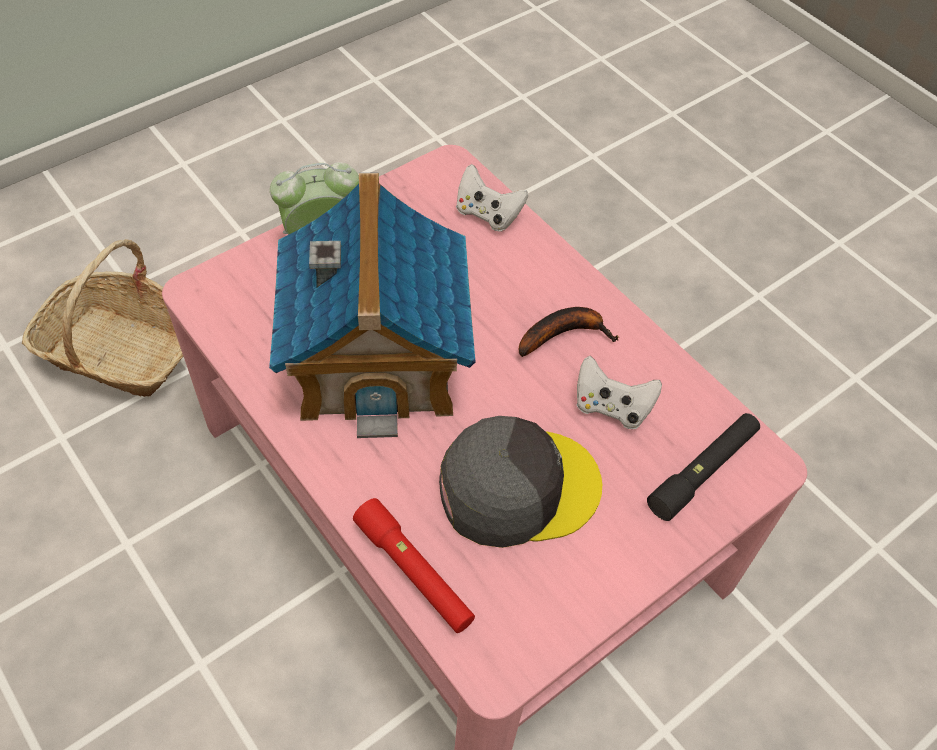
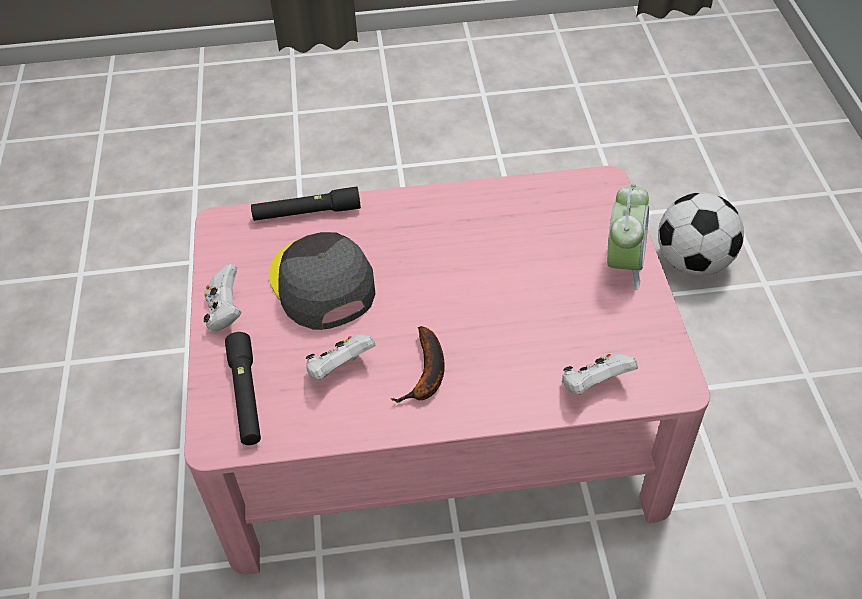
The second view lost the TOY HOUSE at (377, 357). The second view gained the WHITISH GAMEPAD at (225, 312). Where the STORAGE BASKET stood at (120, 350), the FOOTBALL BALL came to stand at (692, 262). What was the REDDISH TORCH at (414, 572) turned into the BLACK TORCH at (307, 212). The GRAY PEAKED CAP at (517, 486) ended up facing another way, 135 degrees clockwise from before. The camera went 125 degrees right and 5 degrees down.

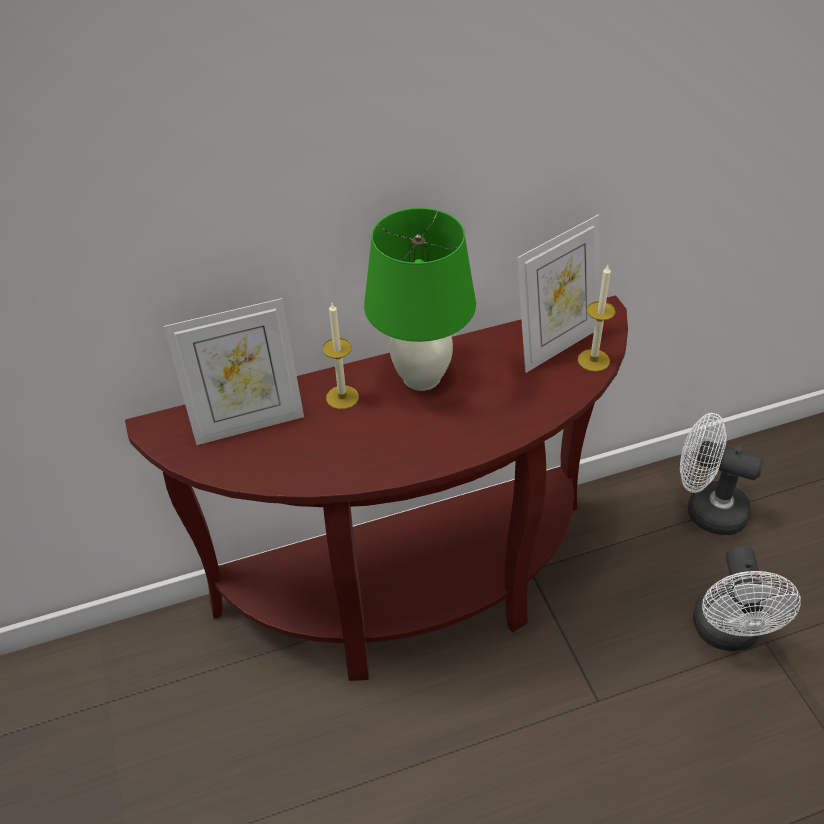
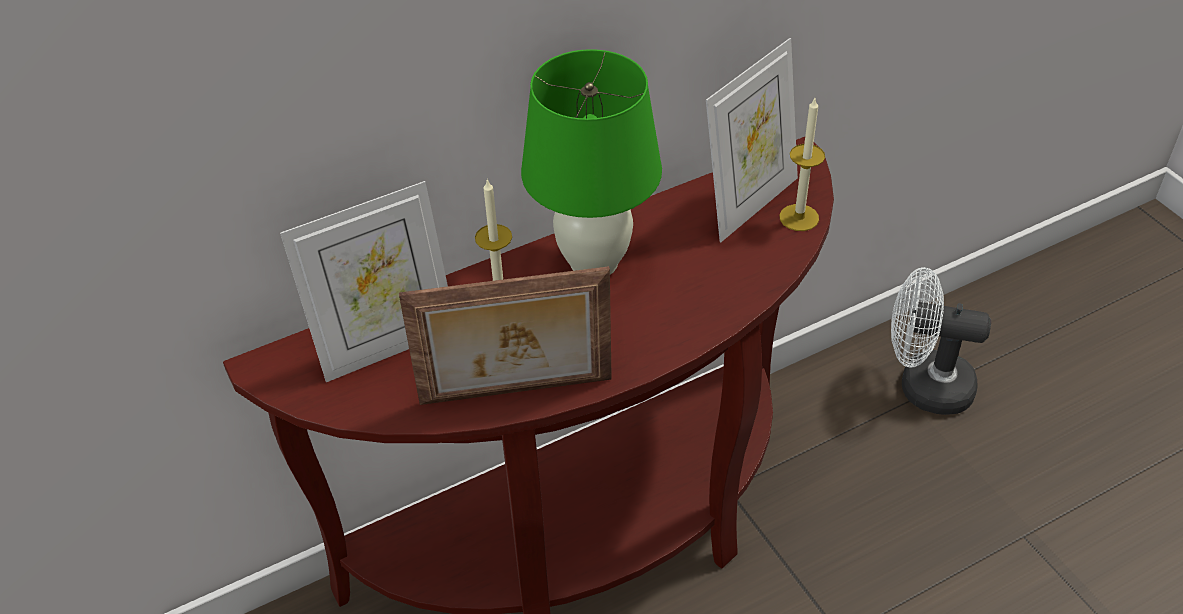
The second view lost the WHITISH ELECTRIC FAN at (728, 634). The second view gained the STANDING FRAME at (516, 393). The camera went 10 degrees left and 0 degrees up.

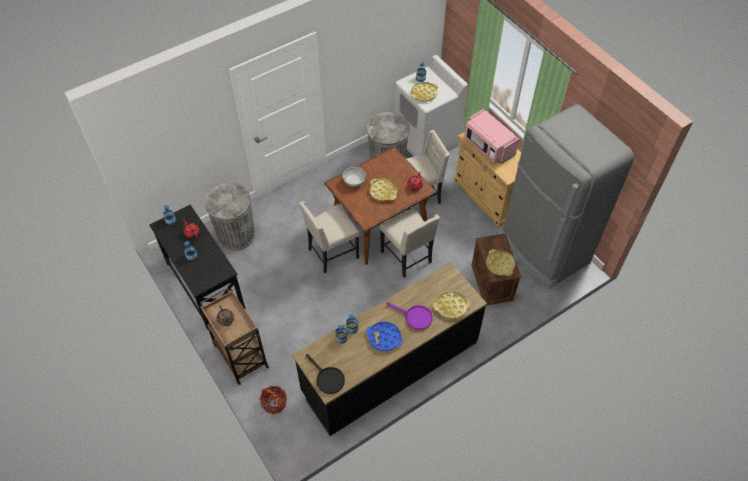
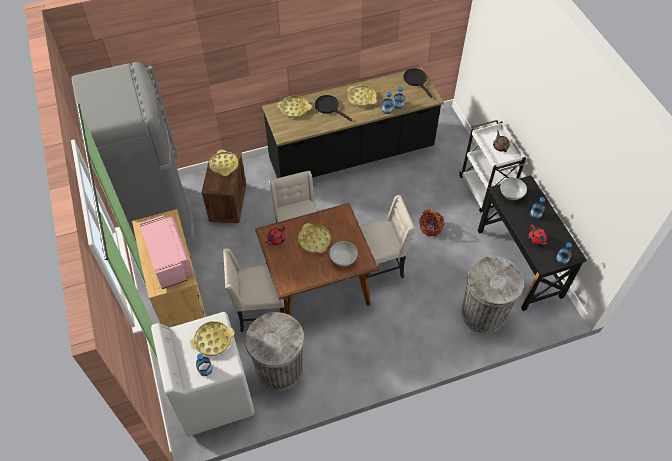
The second view gained the WHITISH DEEP DISH at (511, 194). The STORAGE BASKET ended up elsewhere, having gone from (274, 403) to (430, 228). What was the BROWN TROLLEY at (240, 354) turned into the WHITISH TROLLEY at (484, 191). What was the BLUE TRAY at (384, 338) turned into the YELLOW TRAY at (361, 98). What was the PURPLE-COLOURED FRYING PAN at (414, 317) turned into the BLACK FRYING PAN at (329, 107). The camera went 165 degrees left and 0 degrees up.

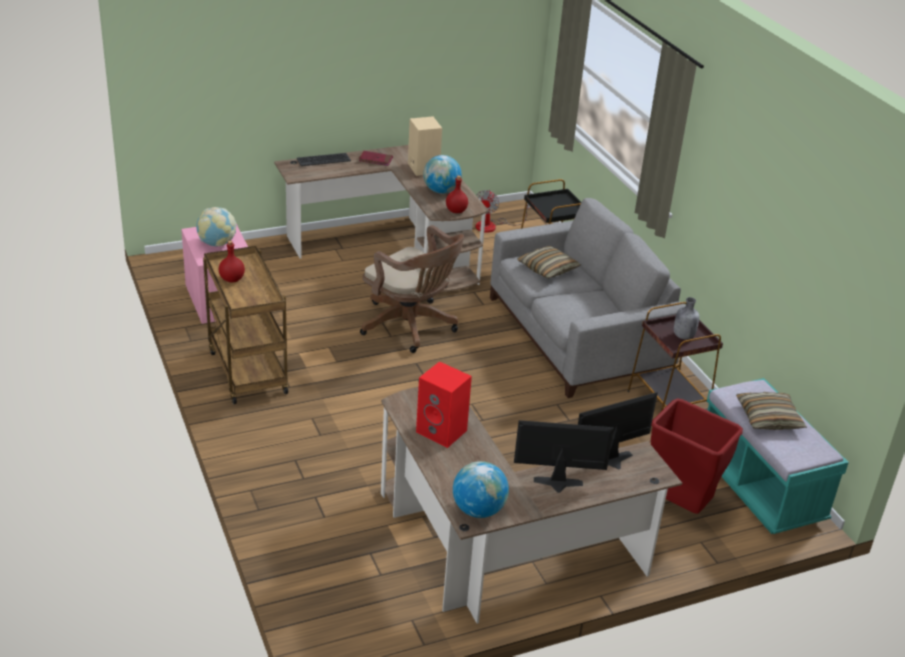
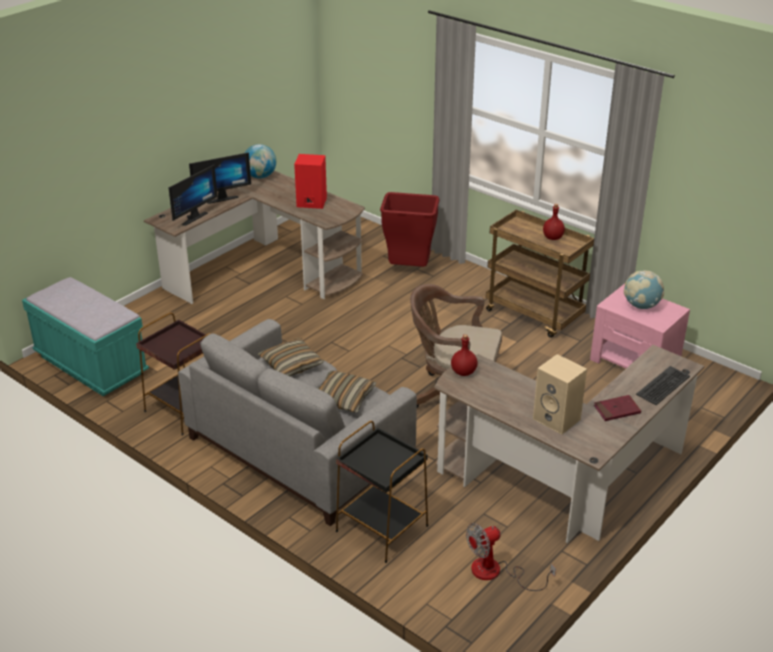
The second view lost the DESK GLOBE at (441, 191). The second view lost the GRAY BOTTLE at (683, 336). The REDDISH TRASH CAN ended up elsewhere, having gone from (677, 507) to (409, 269). The THROW PILLOW ended up elsewhere, having gone from (768, 418) to (291, 365). The ELECTRIC FAN at (492, 226) ended up facing another way, 105 degrees counterclockwise from before. The camera went 155 degrees right and 0 degrees up.

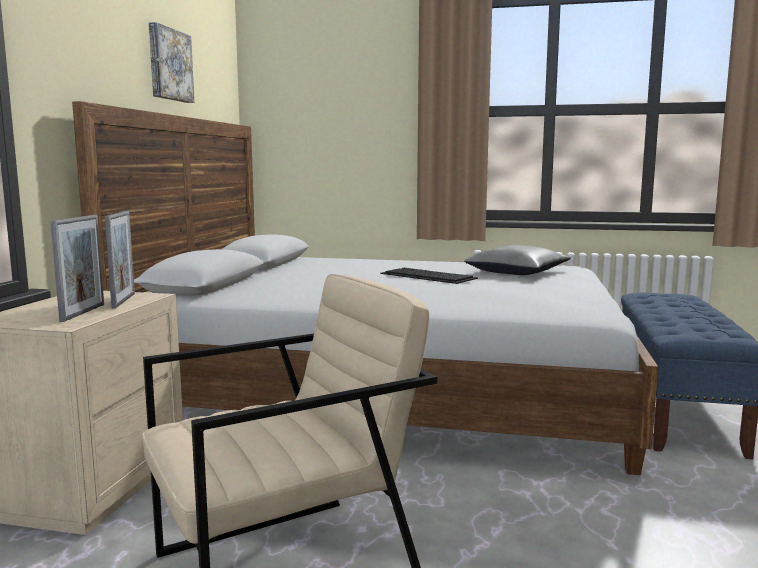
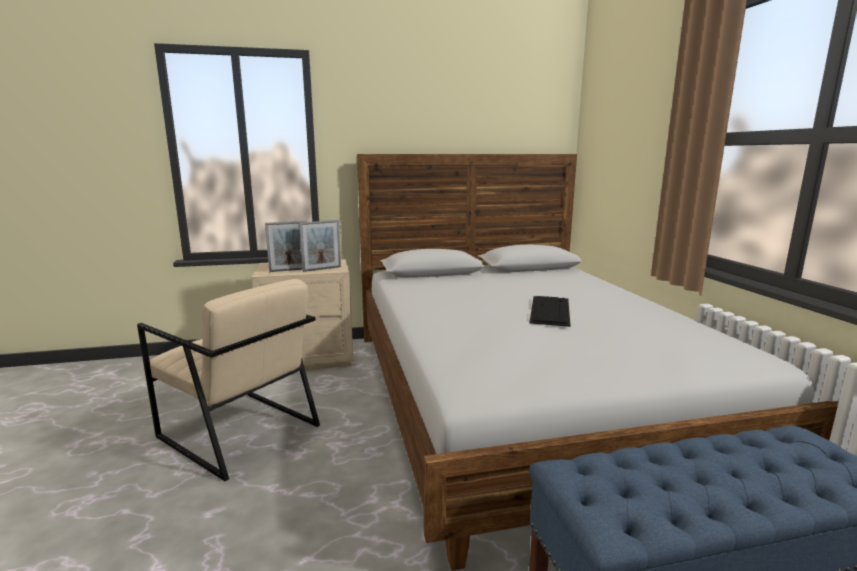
The second view lost the WALL PICTURE at (169, 65). The second view lost the GRAY THROW PILLOW at (517, 272). The camera went 65 degrees right and 5 degrees up.

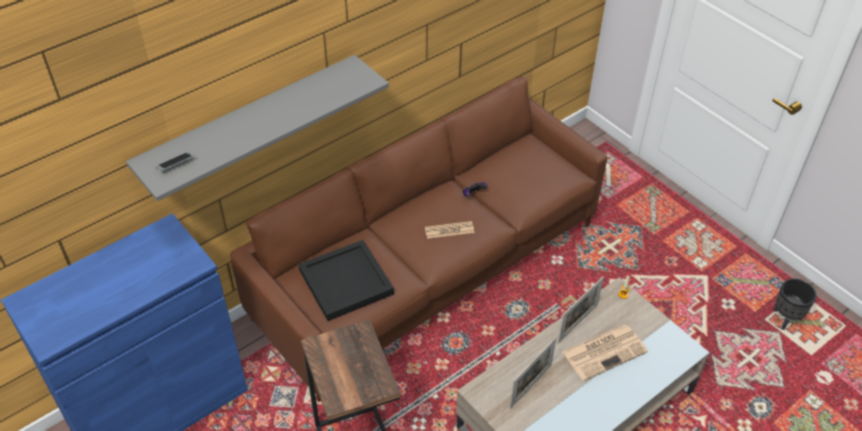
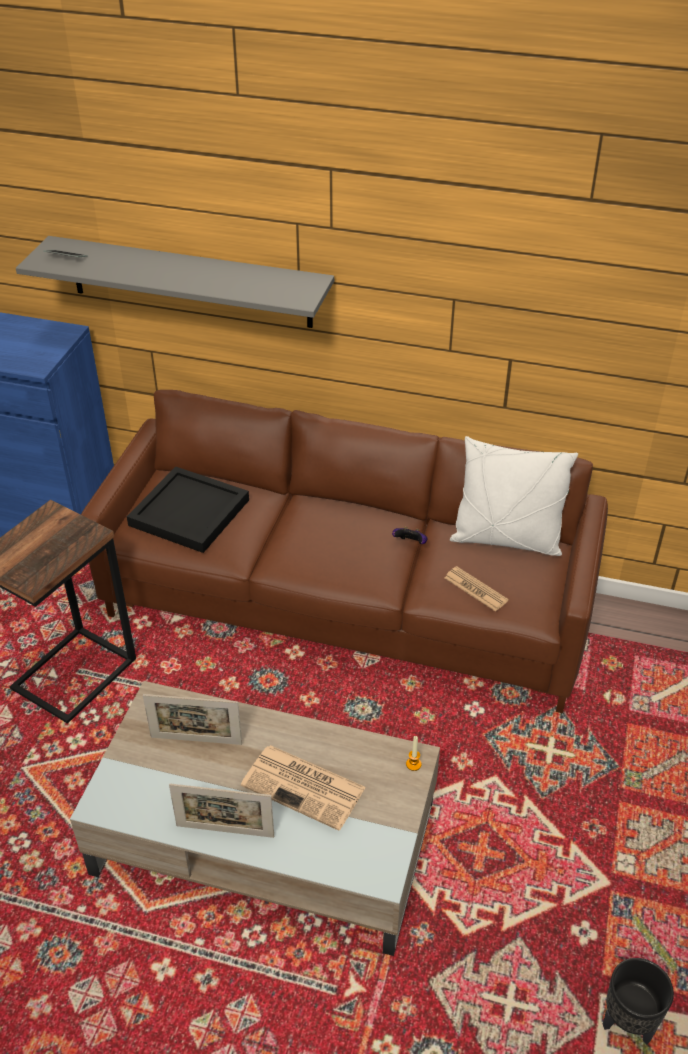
The second view gained the WHITISH THROW PILLOW at (506, 540). The NEWSPAPER ended up elsewhere, having gone from (449, 230) to (475, 589). The STANDING FRAME ended up elsewhere, having gone from (577, 323) to (225, 831). The camera went 55 degrees right and 5 degrees down.

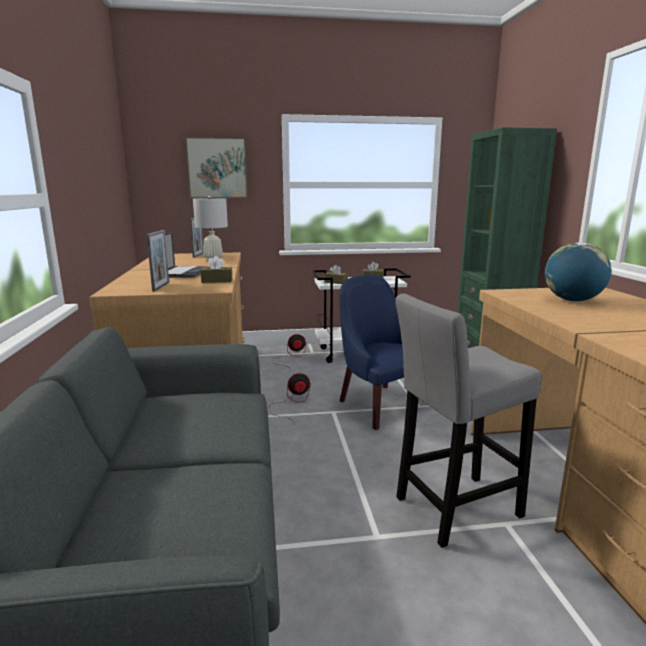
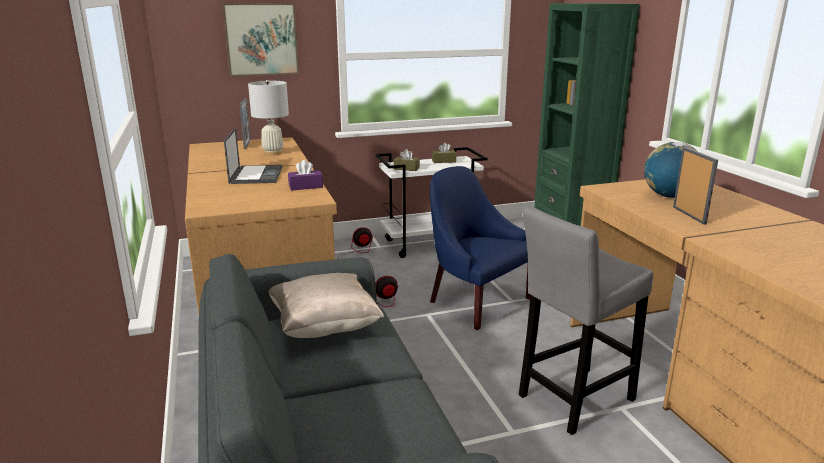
The second view gained the BEIGE THROW PILLOW at (324, 327). The STANDING FRAME ended up elsewhere, having gone from (161, 286) to (689, 215). What was the BROWN TISSUE BOX at (217, 281) turned into the PURPLE-COLOURED TISSUE BOX at (305, 186). The camera went 10 degrees left and 5 degrees up.

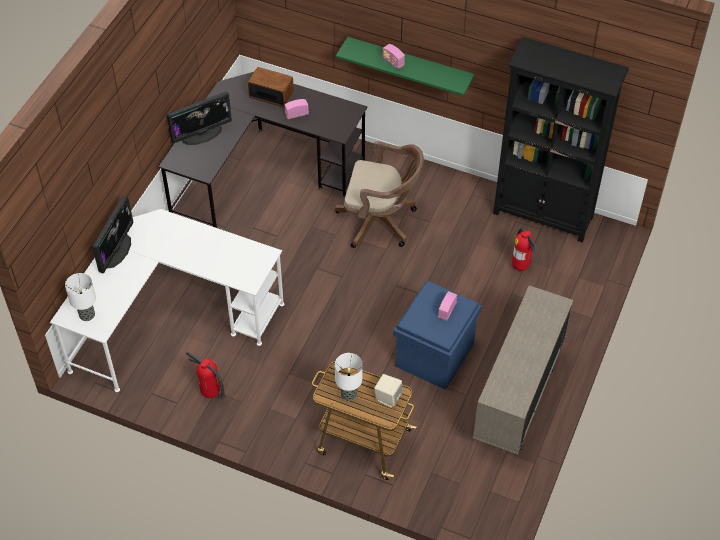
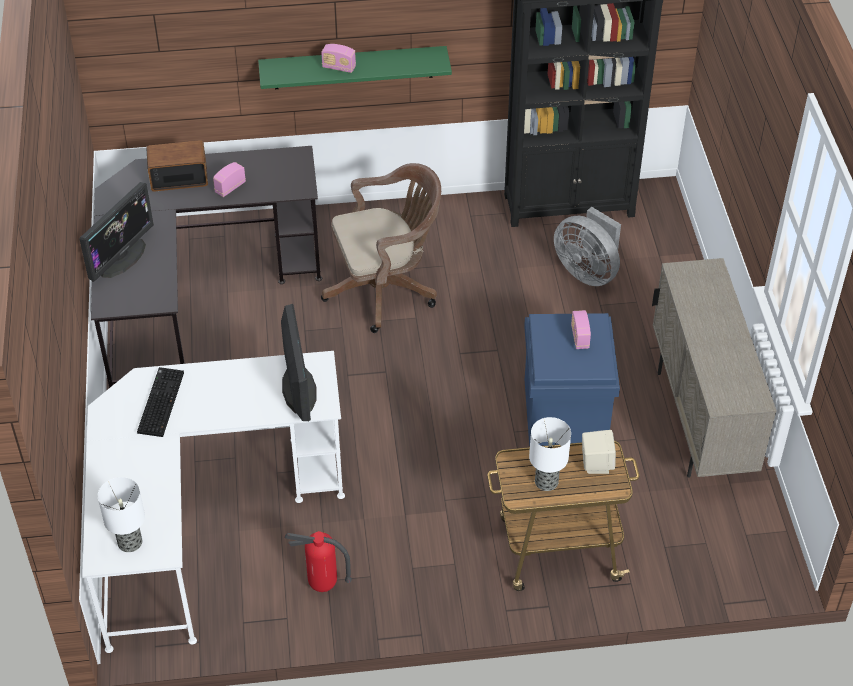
The second view gained the PC KEYBOARD at (160, 402). The MONITOR ended up elsewhere, having gone from (116, 250) to (298, 389). Where the EXTINGUISHER stood at (520, 267), the GRAY ELECTRIC FAN came to stand at (587, 271). The camera went 30 degrees left and 5 degrees down.

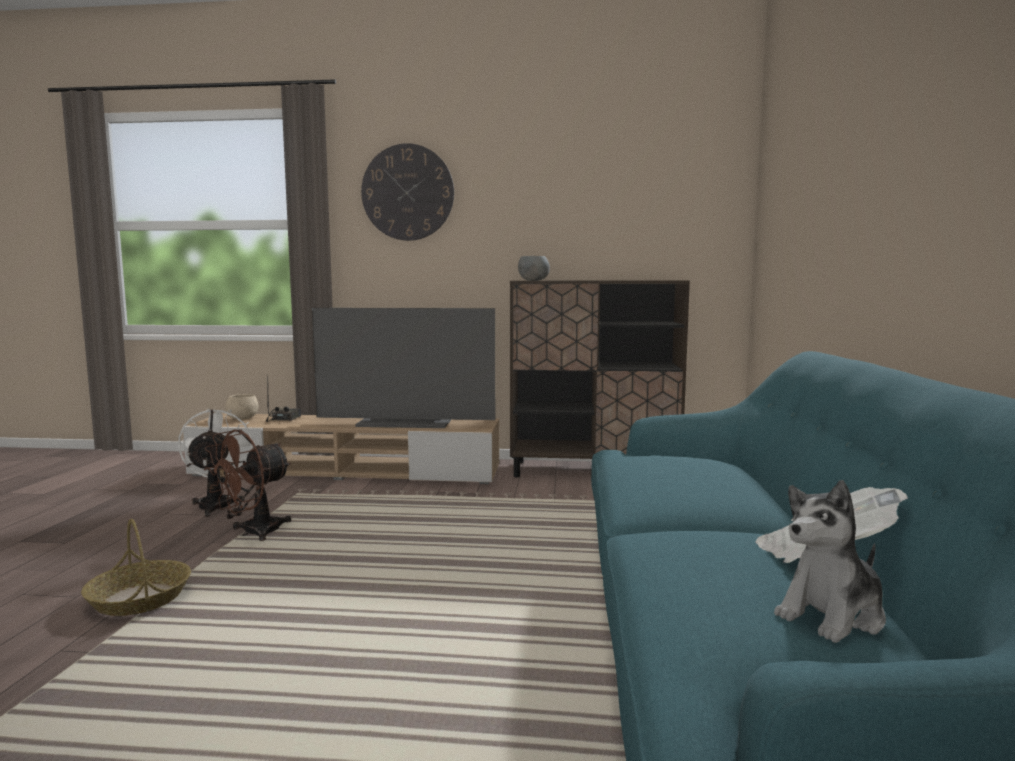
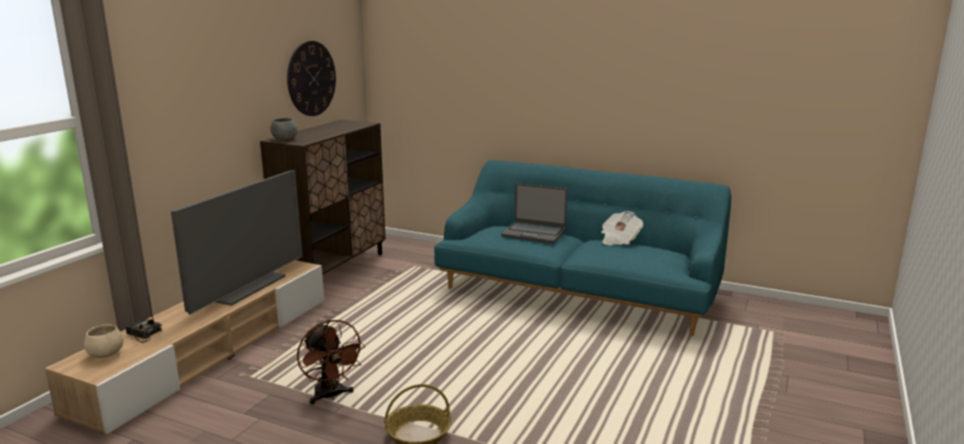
The second view lost the WHITISH ELECTRIC FAN at (217, 503). The second view lost the SOFT TOY at (832, 615). The second view gained the NOTEBOOK COMPUTER at (534, 233). The HANGING CLOCK ended up elsewhere, having gone from (407, 192) to (311, 78). The camera went 70 degrees left and 10 degrees up.

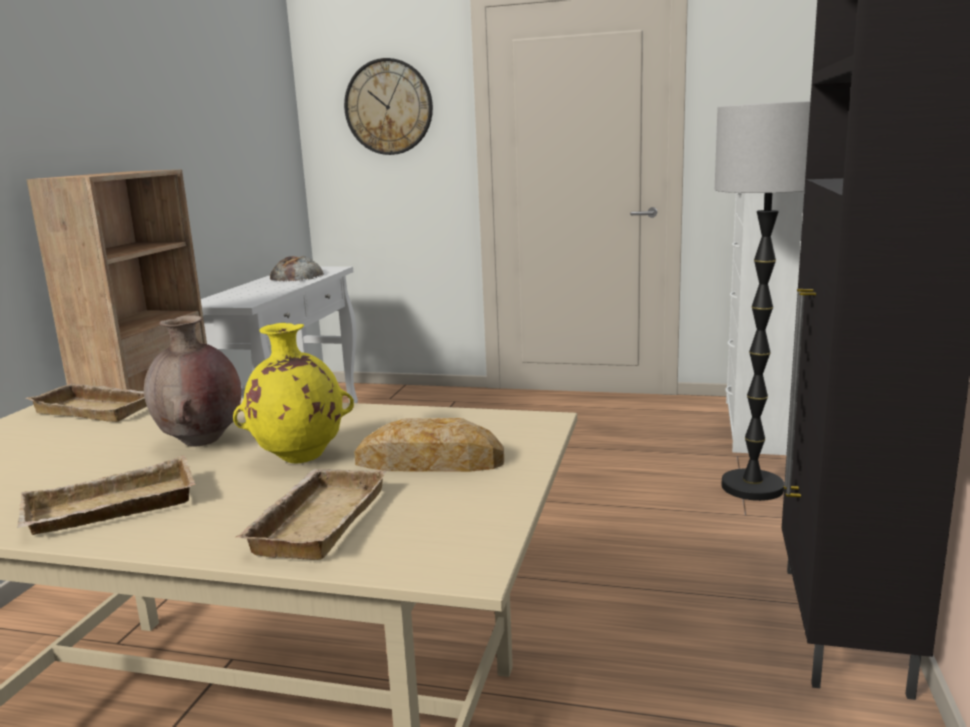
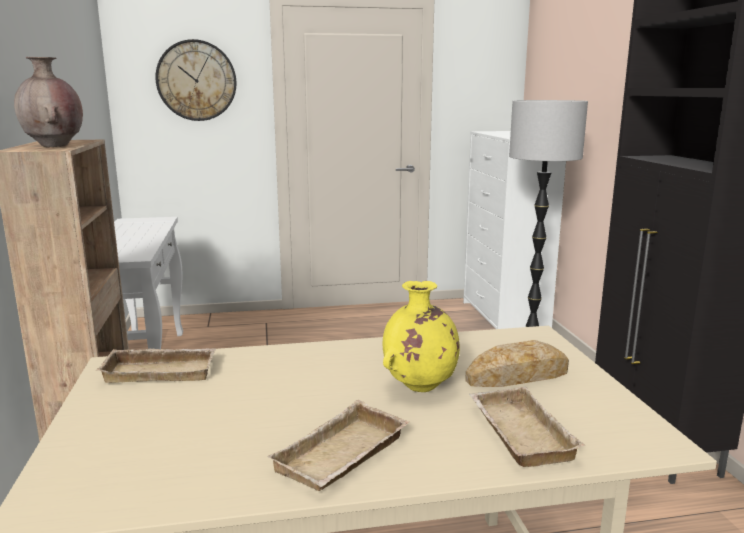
The second view lost the BREAD at (296, 275). The BROWN VASE ended up elsewhere, having gone from (201, 442) to (54, 146). The camera went 25 degrees left and 0 degrees up.

